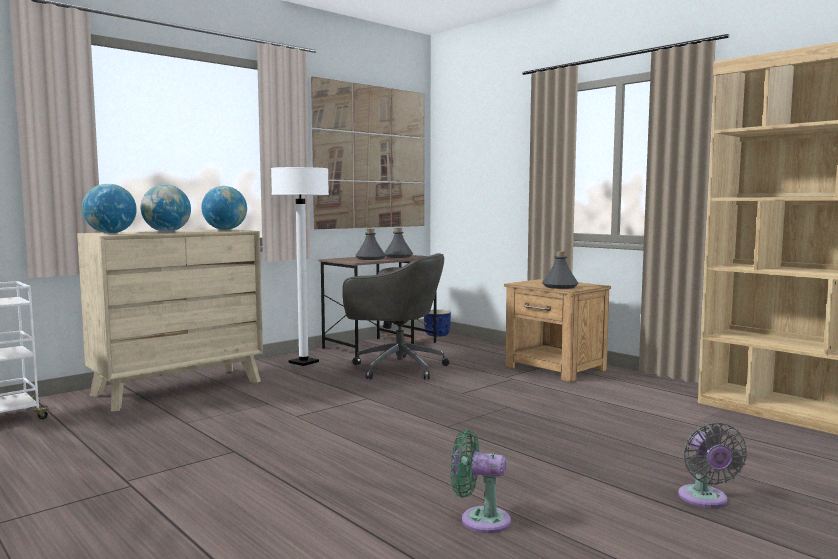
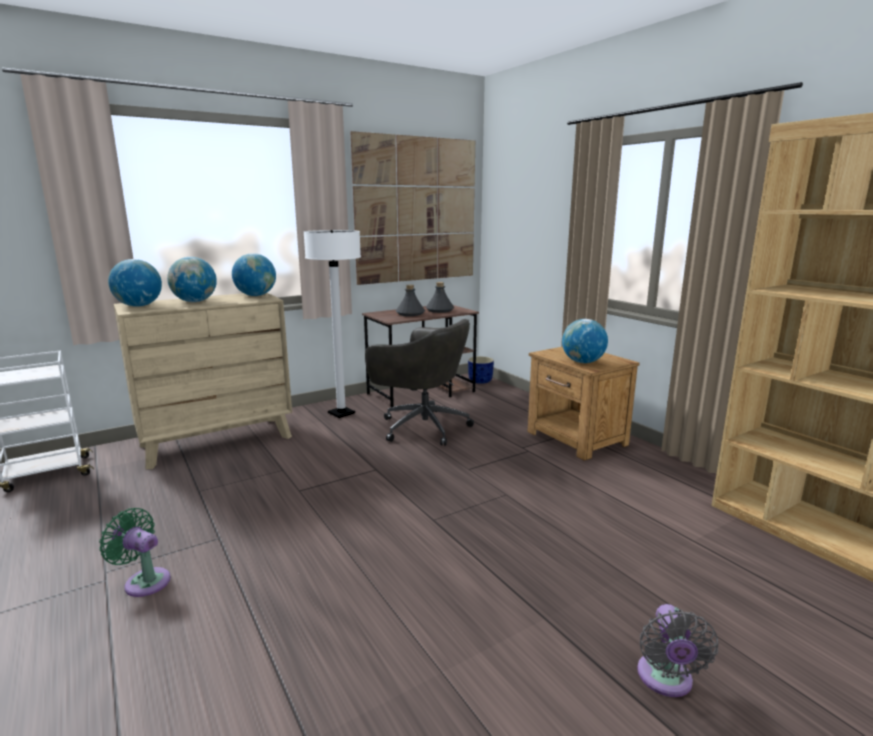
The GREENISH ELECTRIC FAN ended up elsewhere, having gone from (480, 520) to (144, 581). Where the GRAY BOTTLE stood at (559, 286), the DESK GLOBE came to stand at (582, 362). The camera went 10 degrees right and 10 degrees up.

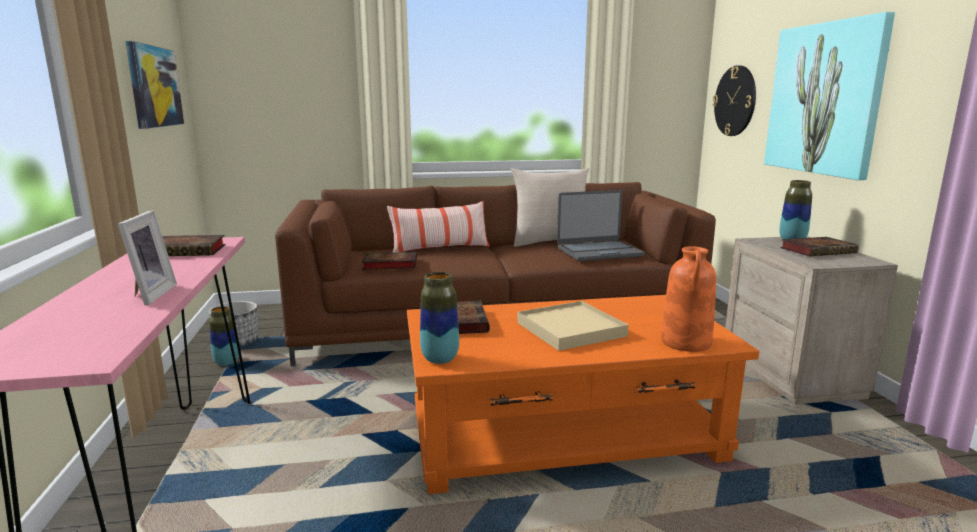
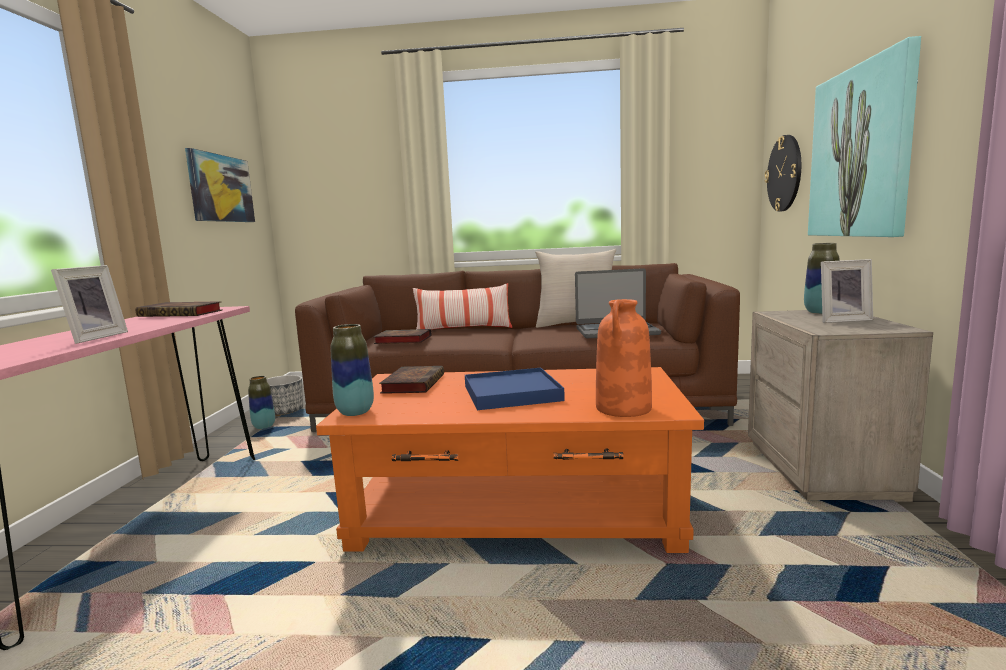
Where the BOUND BOOK stood at (818, 251), the STANDING FRAME came to stand at (841, 320). What was the BEIGE TRAY at (570, 329) turned into the BLUE TRAY at (511, 393). The camera went 15 degrees right and 5 degrees down.

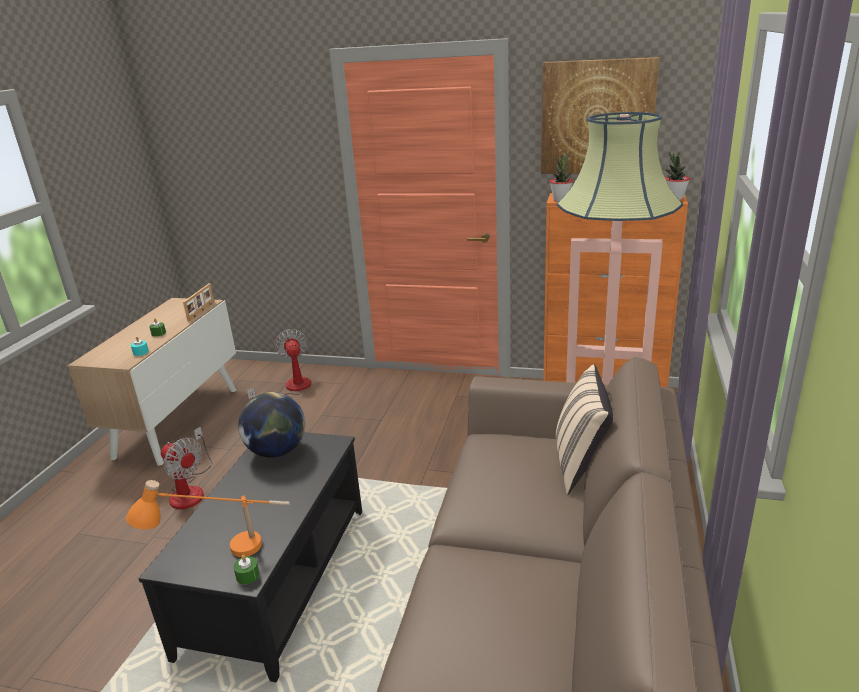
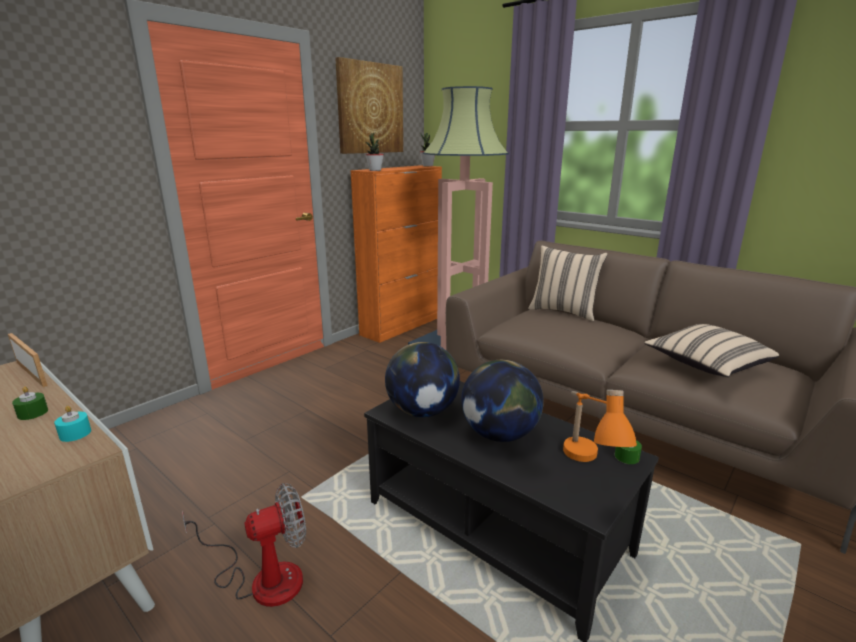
The second view lost the ELECTRIC FAN at (291, 389). The second view gained the DESK GLOBE at (499, 434). The second view gained the BEIGE THROW PILLOW at (706, 365). The camera went 65 degrees left and 5 degrees down.

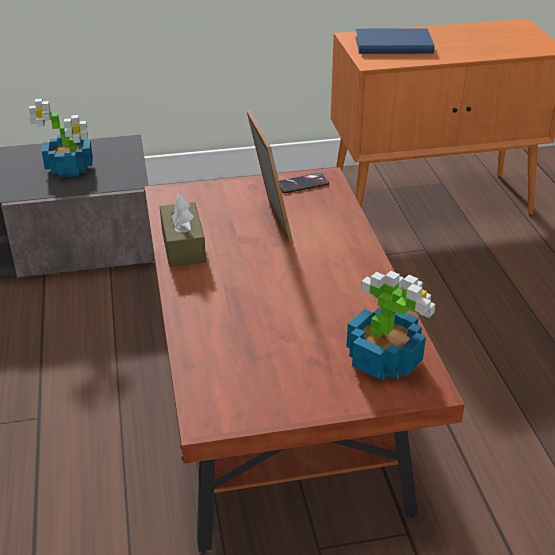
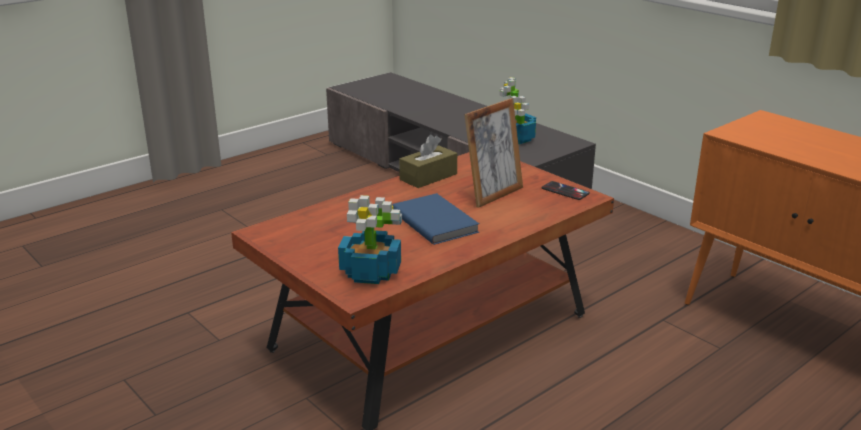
The BLUE BOUND BOOK ended up elsewhere, having gone from (392, 44) to (435, 221). The camera went 60 degrees right and 10 degrees down.

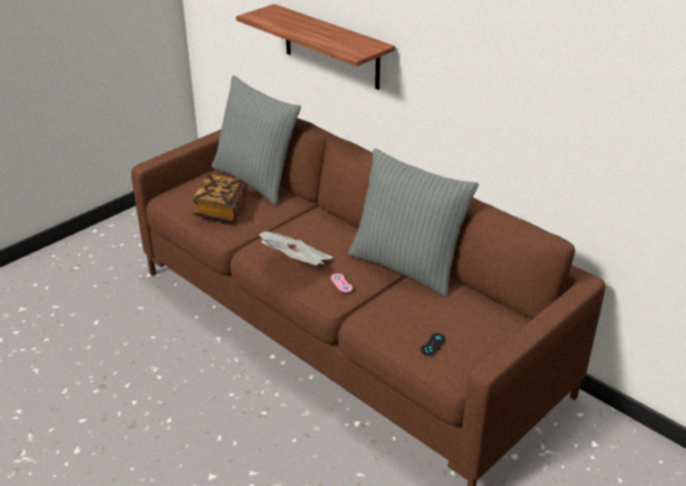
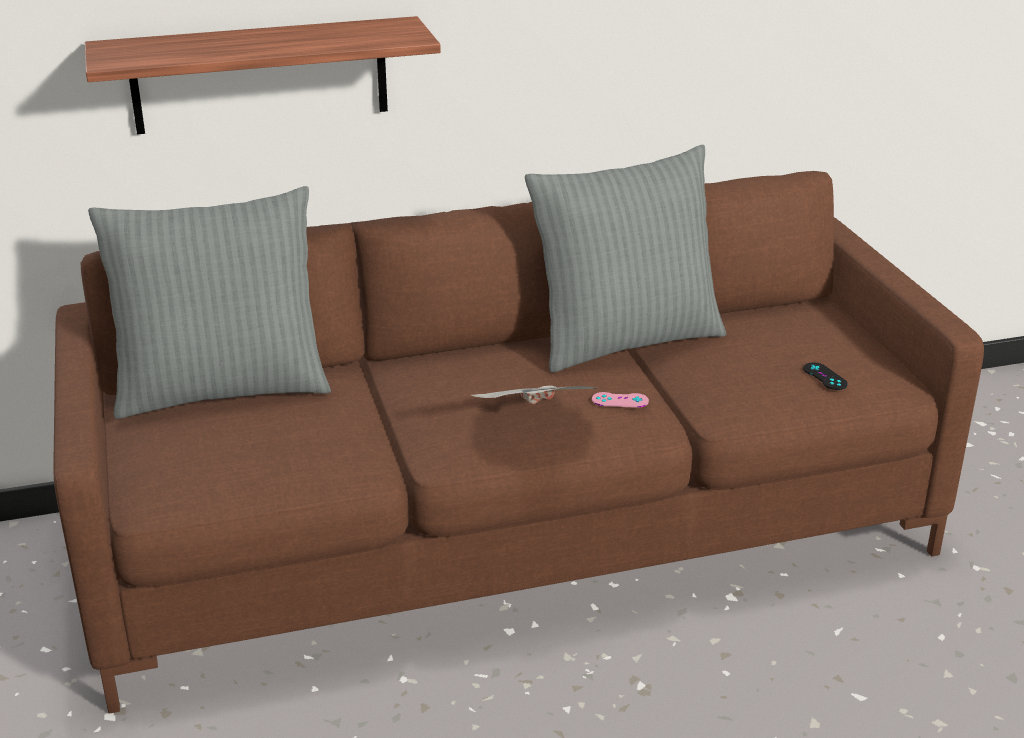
The second view lost the BOUND BOOK at (221, 209). The camera went 60 degrees left and 5 degrees down.

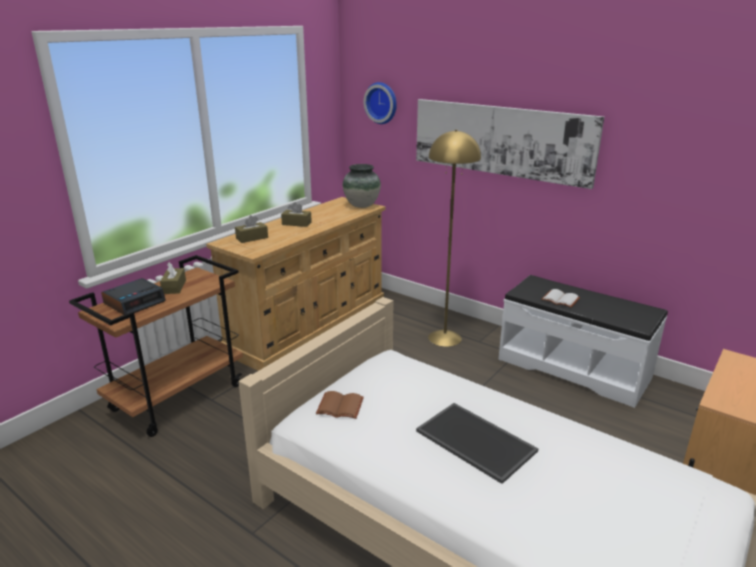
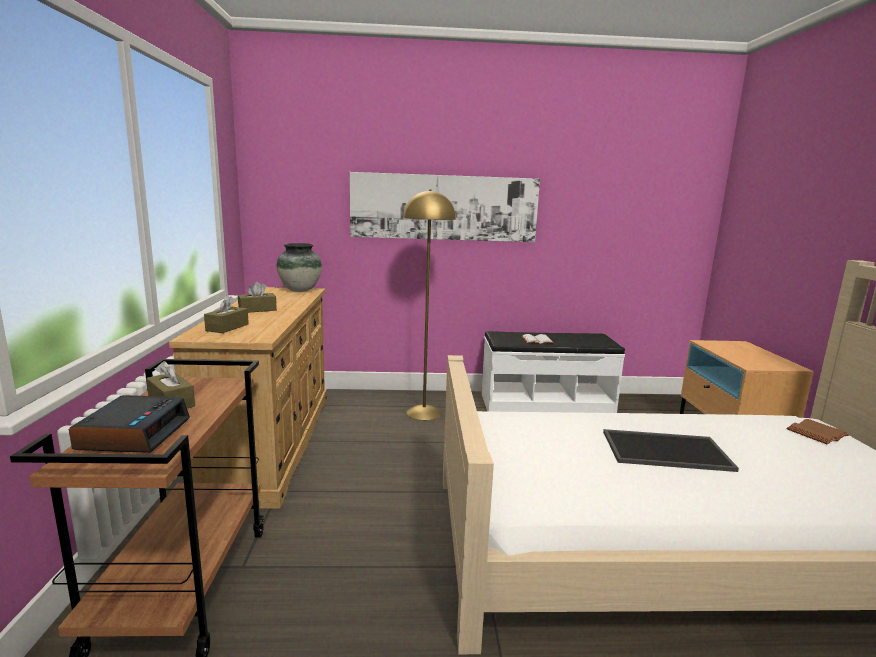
The second view lost the HANGING CLOCK at (382, 103). The BROWN BOUND BOOK ended up elsewhere, having gone from (341, 406) to (815, 433). The camera went 40 degrees left and 10 degrees down.

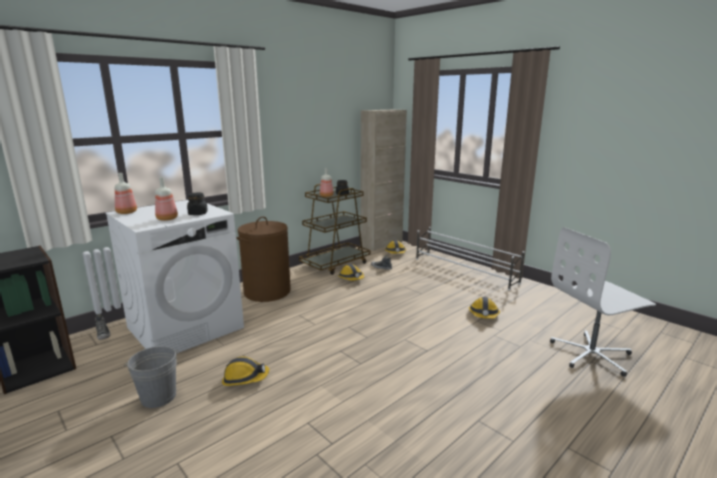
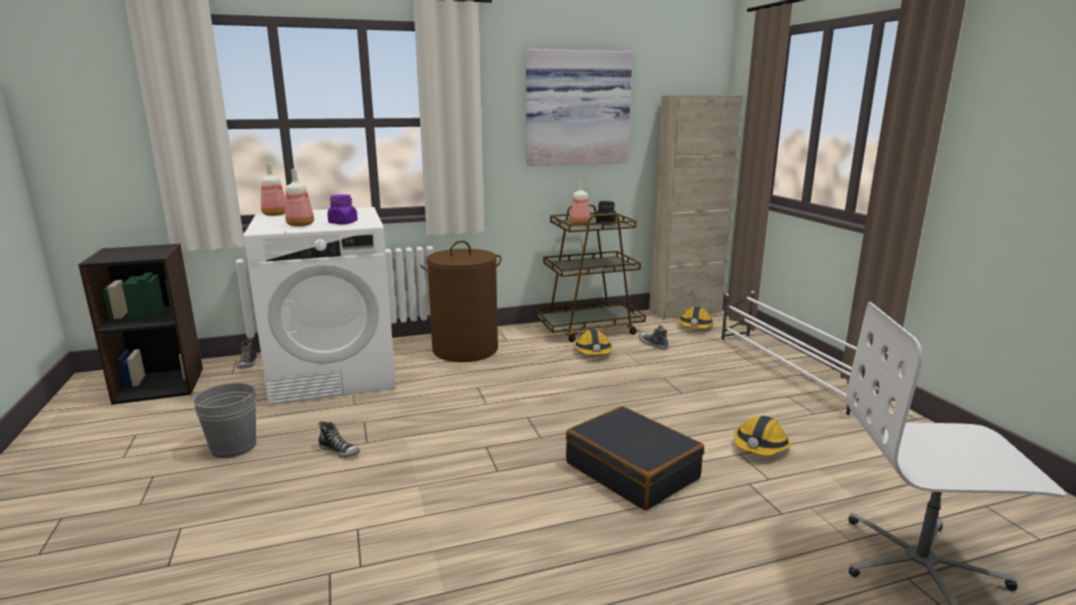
The second view gained the WALL PICTURE at (576, 108). The second view gained the BLACK SUITCASE at (632, 471). Where the SAFETY HELMET stood at (245, 378), the ITEM OF FOOTWEAR came to stand at (339, 451). What was the BLACK JAR at (198, 213) turned into the PURPLE-COLOURED JAR at (343, 223). The camera went 25 degrees right and 0 degrees up.

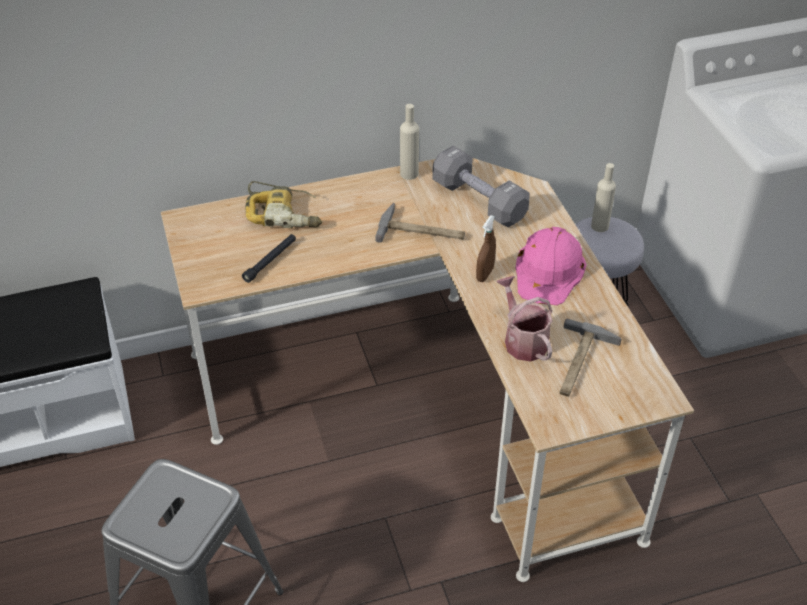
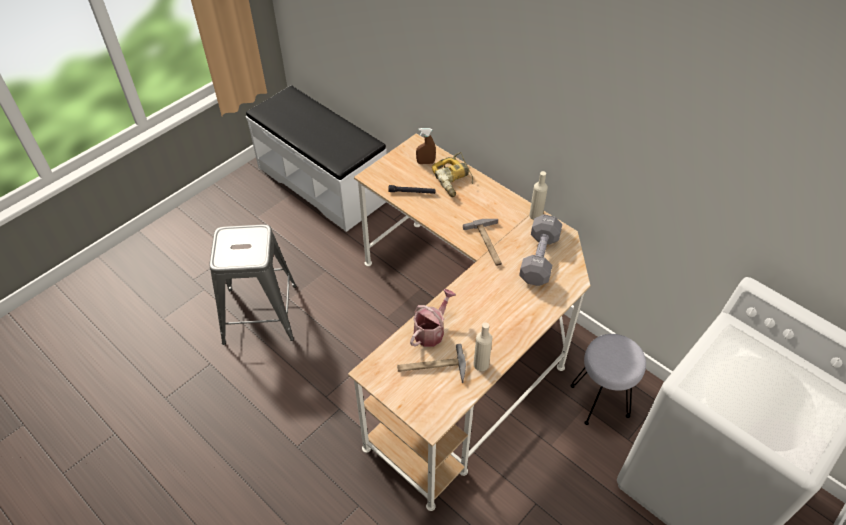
The second view lost the PINK SAFETY HELMET at (549, 271). The BROWN SPRAY BOTTLE ended up elsewhere, having gone from (485, 274) to (425, 162). The BEIGE BOTTLE ended up elsewhere, having gone from (599, 226) to (481, 364). The camera went 60 degrees right and 5 degrees up.

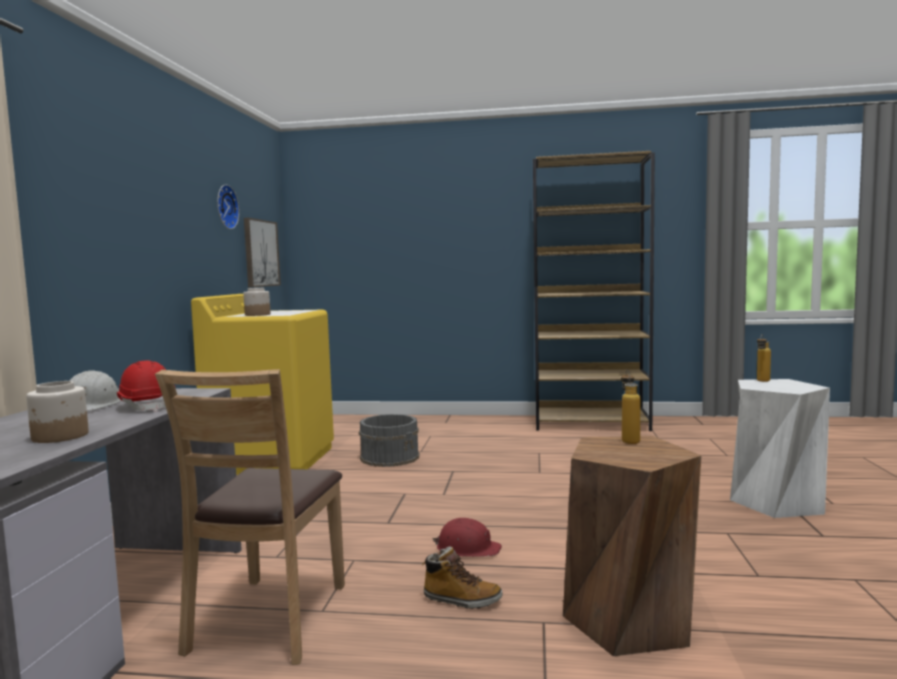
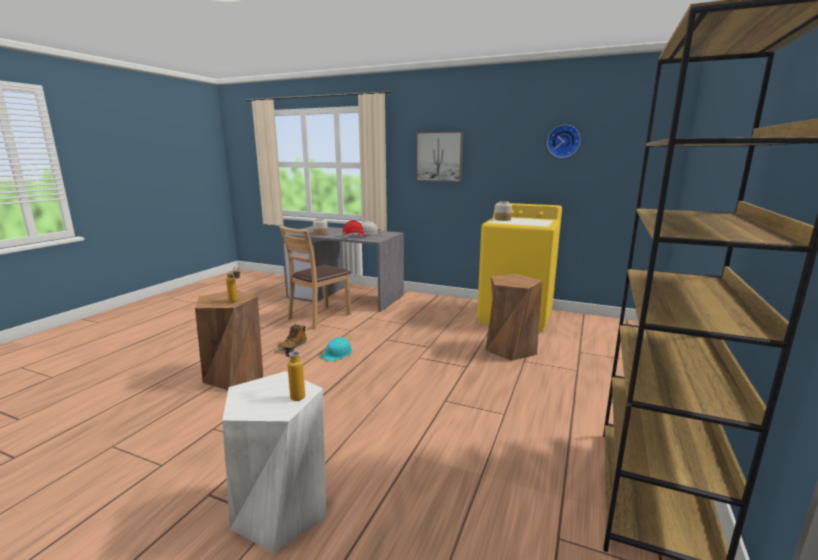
The WALL PICTURE ended up elsewhere, having gone from (260, 253) to (439, 156). Where the GRAY WATER BUCKET stood at (390, 457), the BROWN STOOL came to stand at (510, 349). What was the REDDISH SAFETY HELMET at (467, 548) turned into the BLUE-GREEN SAFETY HELMET at (337, 354). The BROWN CHAIR at (270, 619) ended up facing another way, 75 degrees counterclockwise from before. The camera went 105 degrees right and 10 degrees up.

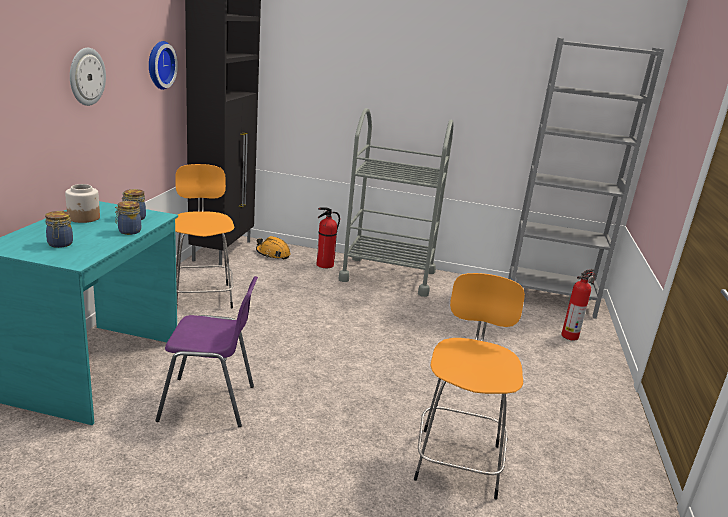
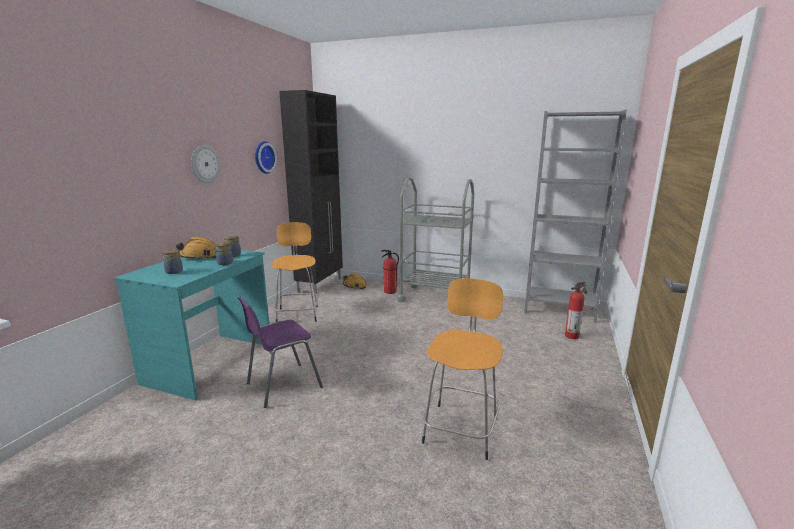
Where the JAR stood at (84, 218), the ORANGE SAFETY HELMET came to stand at (199, 257). The PURPLE-COLOURED CHAIR at (210, 403) ended up facing another way, 135 degrees clockwise from before. The camera went 10 degrees right and 5 degrees down.

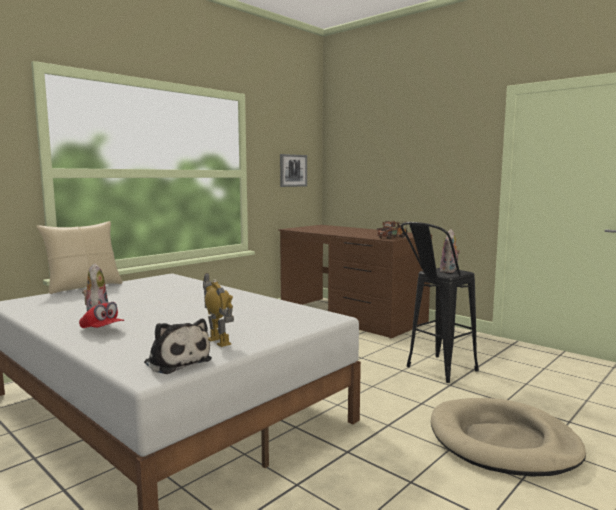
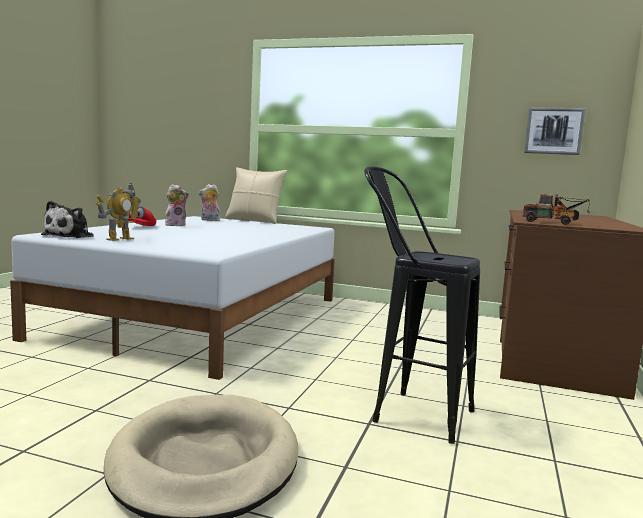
The SOFT TOY ended up elsewhere, having gone from (449, 271) to (209, 220). The camera went 65 degrees right and 0 degrees up.

